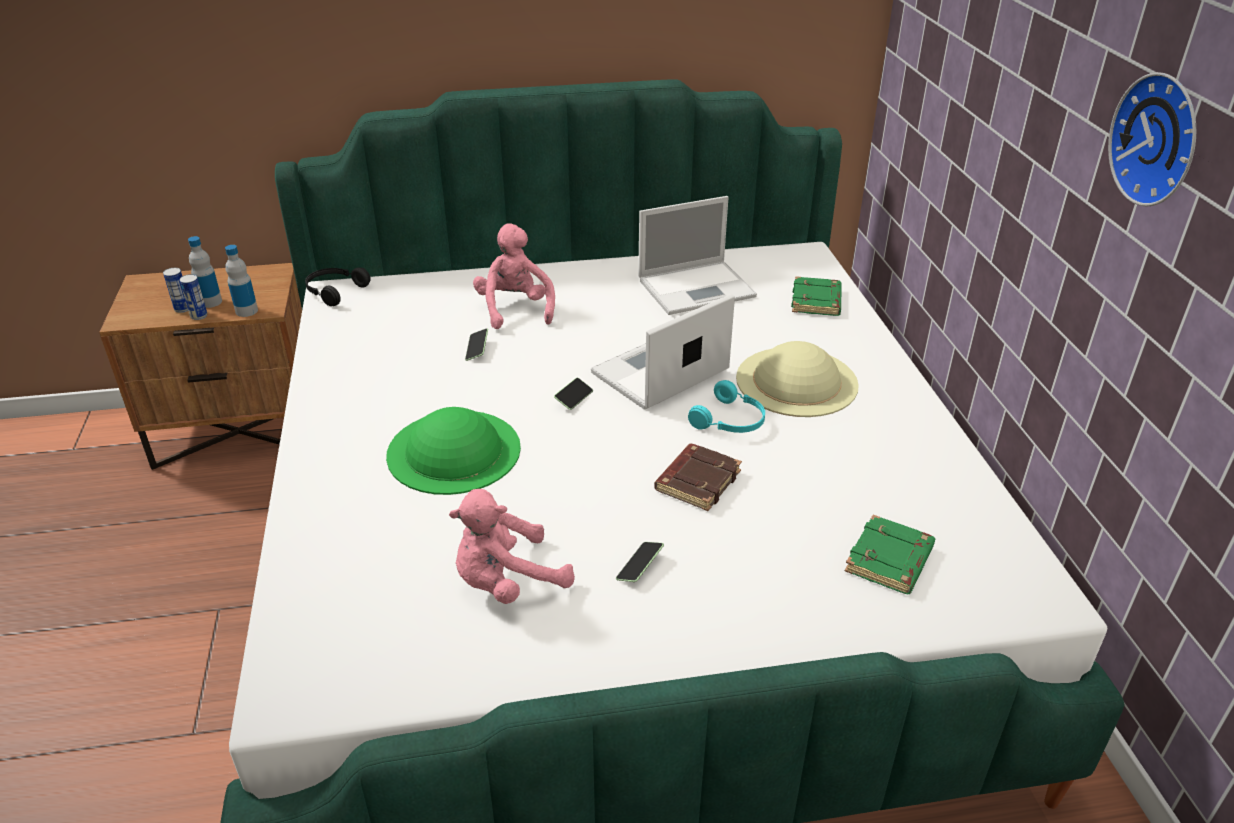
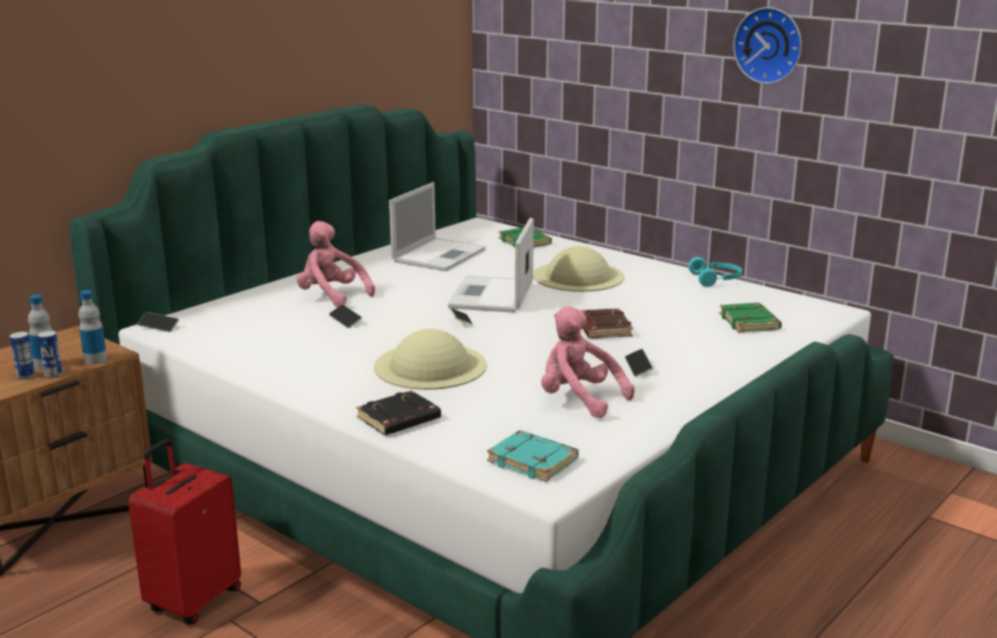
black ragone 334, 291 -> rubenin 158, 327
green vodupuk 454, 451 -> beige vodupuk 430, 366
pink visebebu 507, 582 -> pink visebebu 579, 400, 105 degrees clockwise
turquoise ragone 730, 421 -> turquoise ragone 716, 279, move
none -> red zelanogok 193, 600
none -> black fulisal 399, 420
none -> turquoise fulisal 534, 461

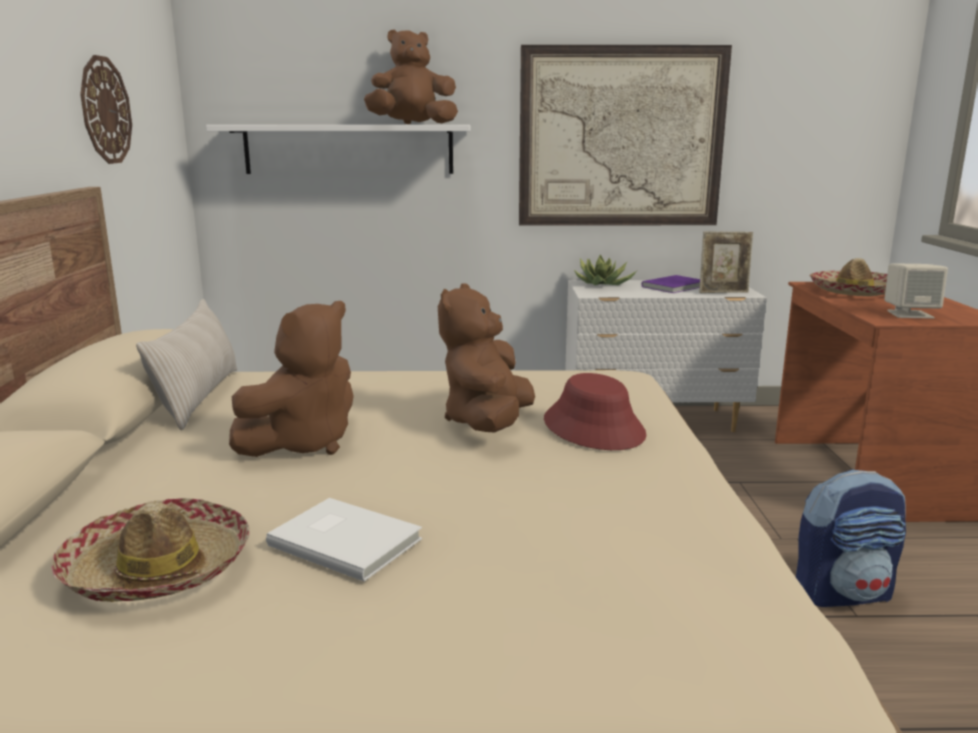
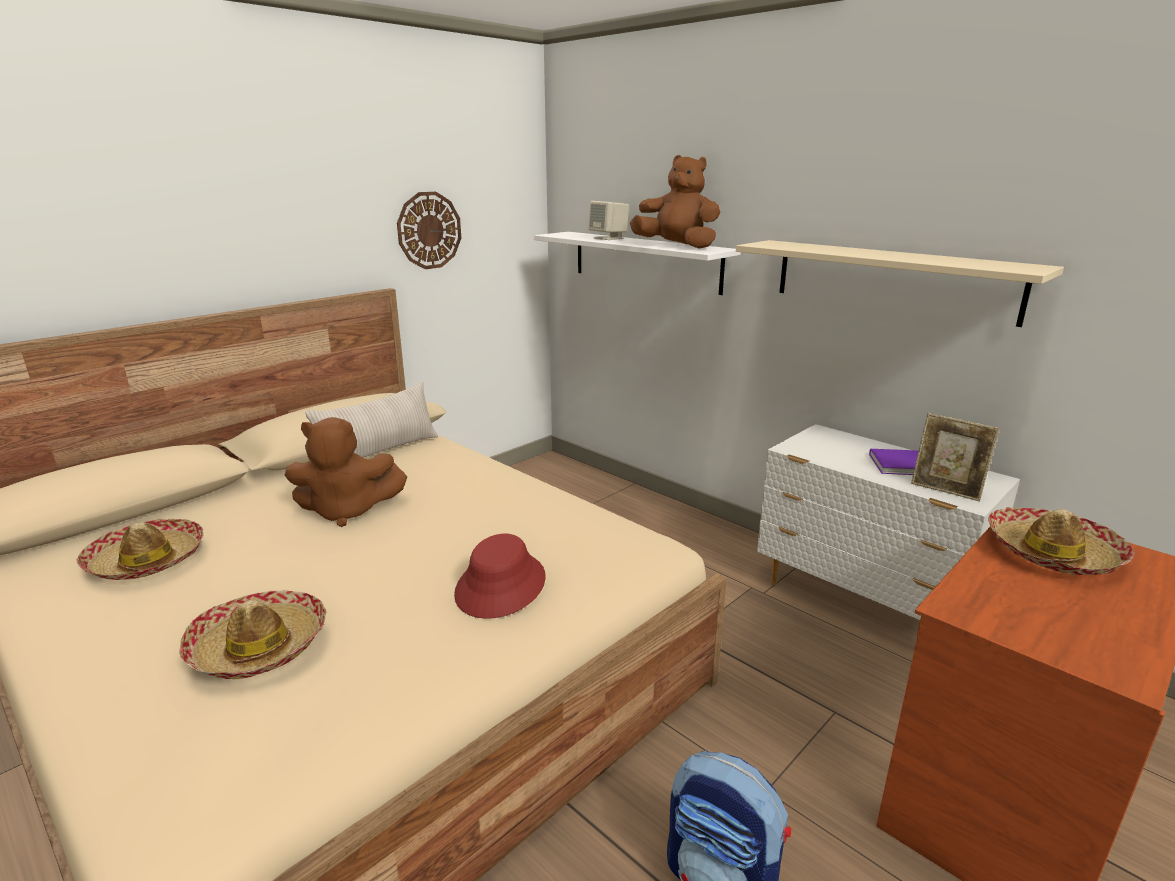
white fulisal 346, 540 -> none
brown visebebu 488, 423 -> none
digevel 621, 138 -> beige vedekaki 892, 280
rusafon 602, 284 -> none
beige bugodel 910, 314 -> beige bugodel 609, 238, move
none -> vodupuk 259, 646

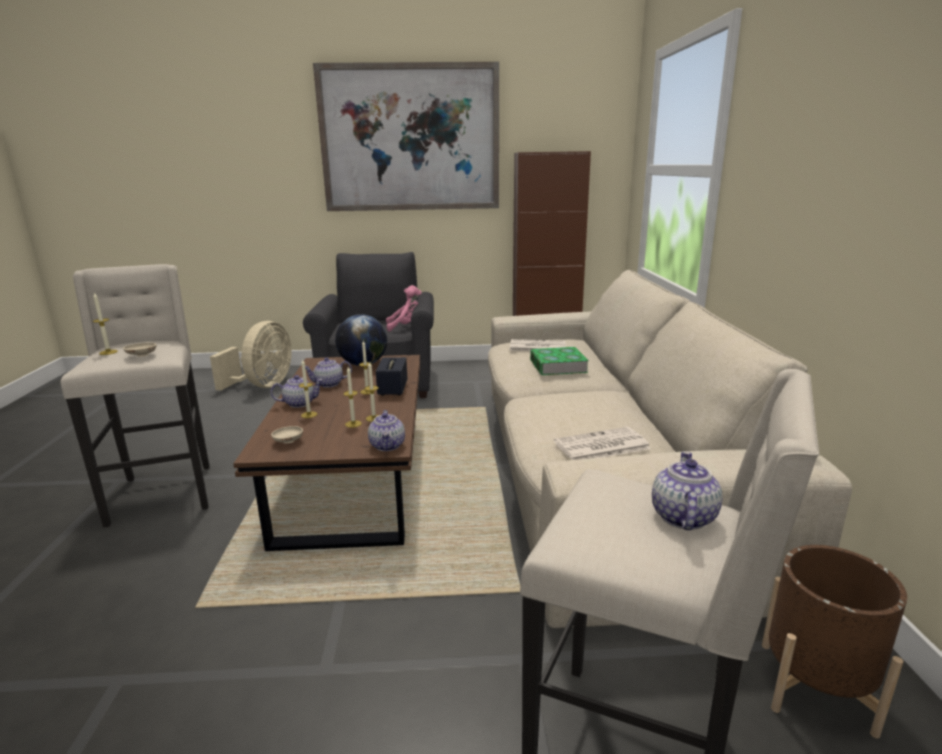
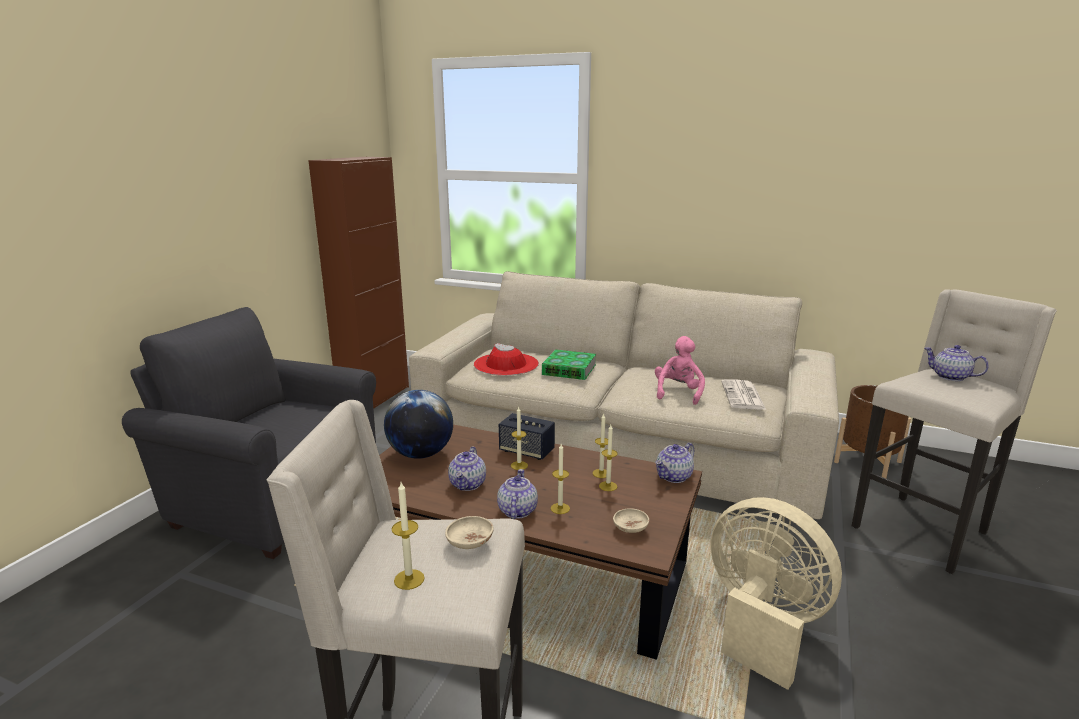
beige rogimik 263, 386 -> beige rogimik 762, 624, move
digevel 410, 139 -> none
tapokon 388, 446 -> tapokon 674, 477, 120 degrees clockwise
pink visebebu 406, 327 -> pink visebebu 678, 393, move
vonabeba 536, 347 -> red vodupuk 506, 364

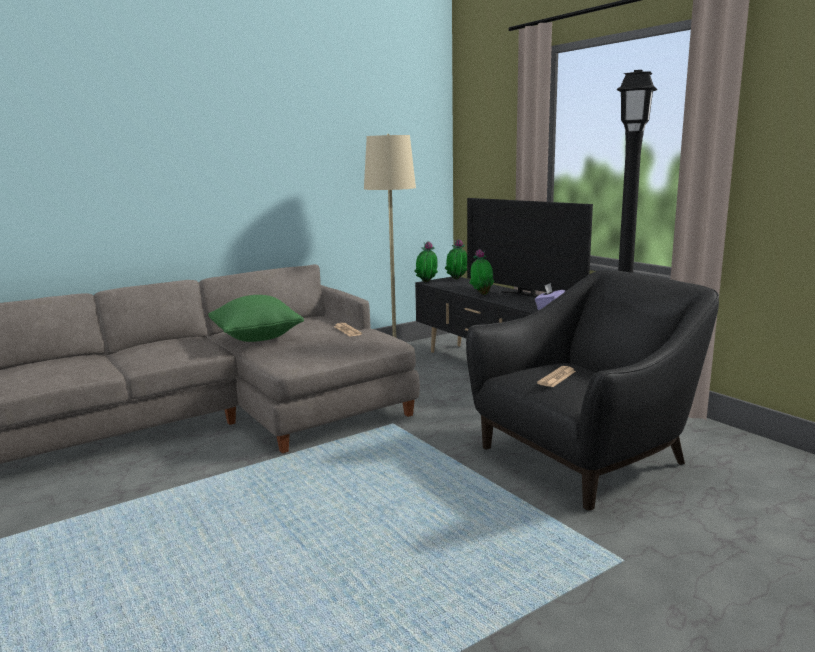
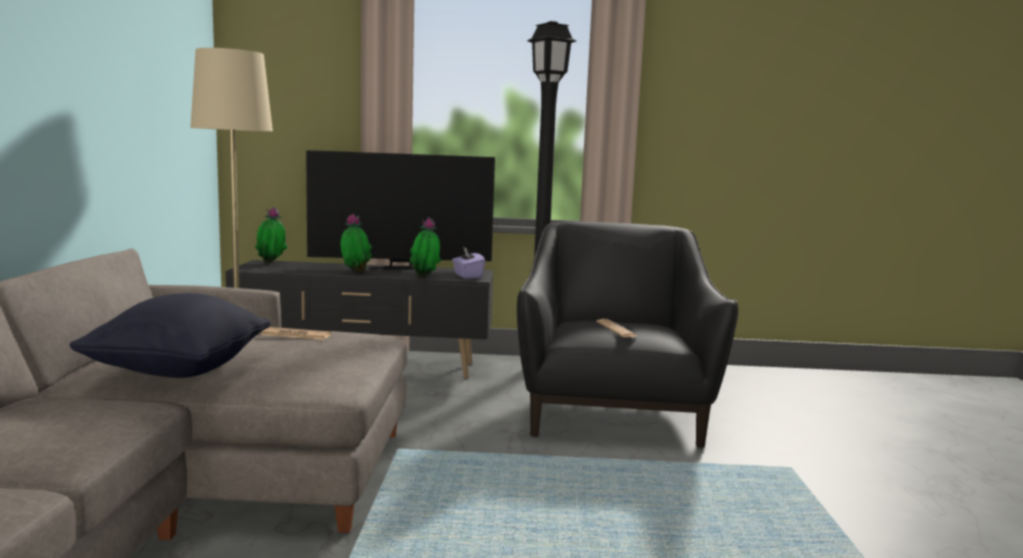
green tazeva 256, 338 -> black tazeva 179, 371
rusafon 426, 282 -> rusafon 425, 277, move

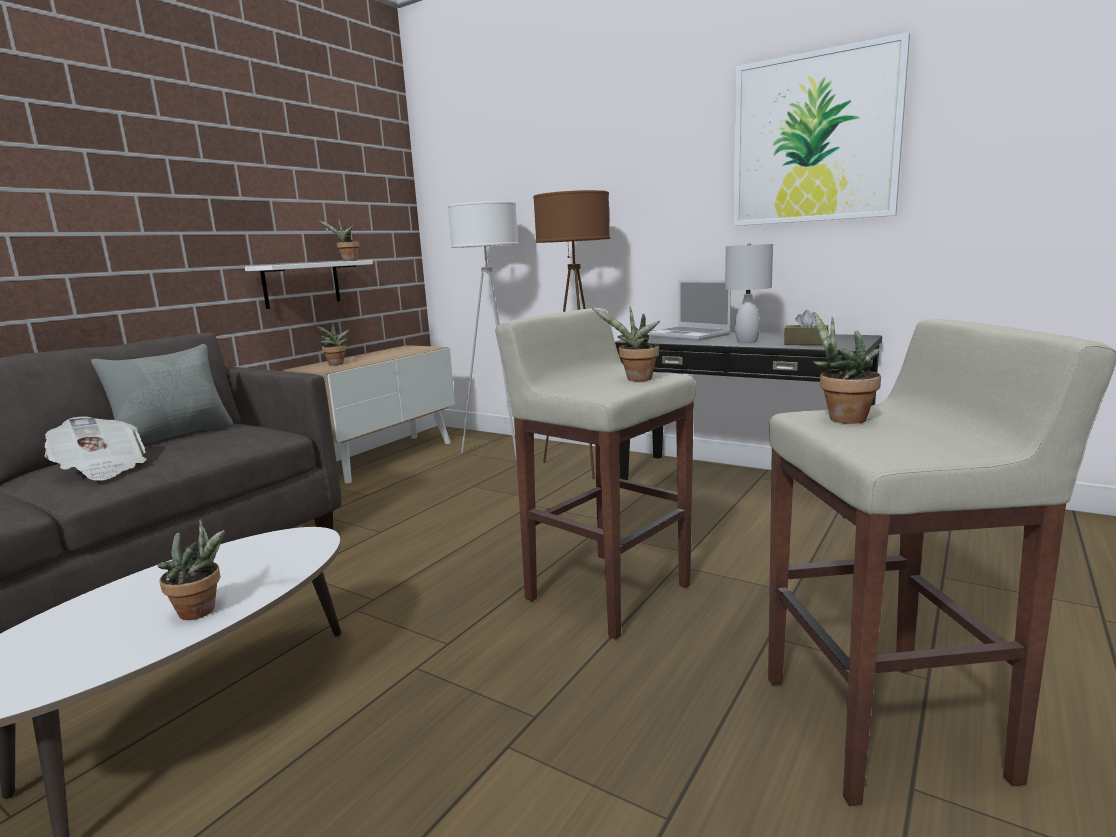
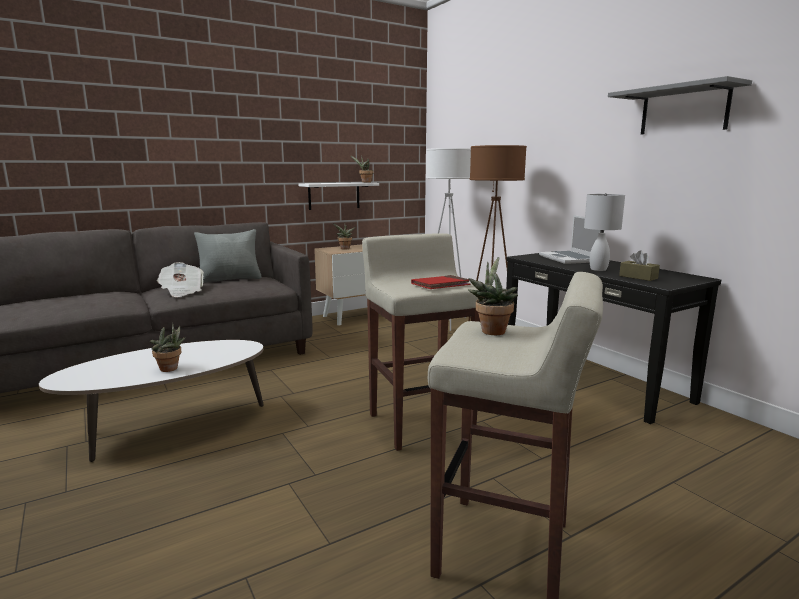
rusafon 636, 379 -> red fulisal 440, 285
digevel 814, 139 -> grey vedekaki 684, 110

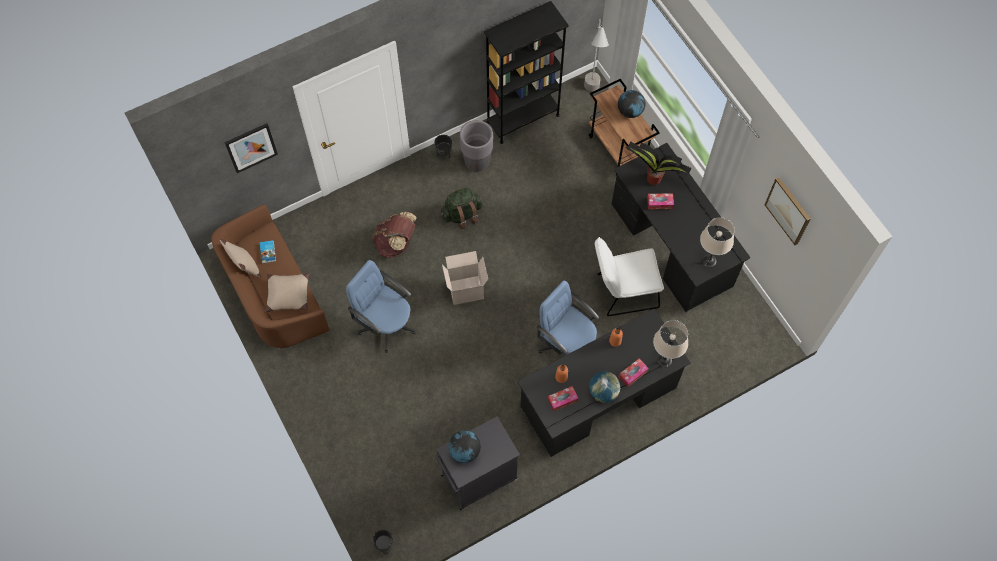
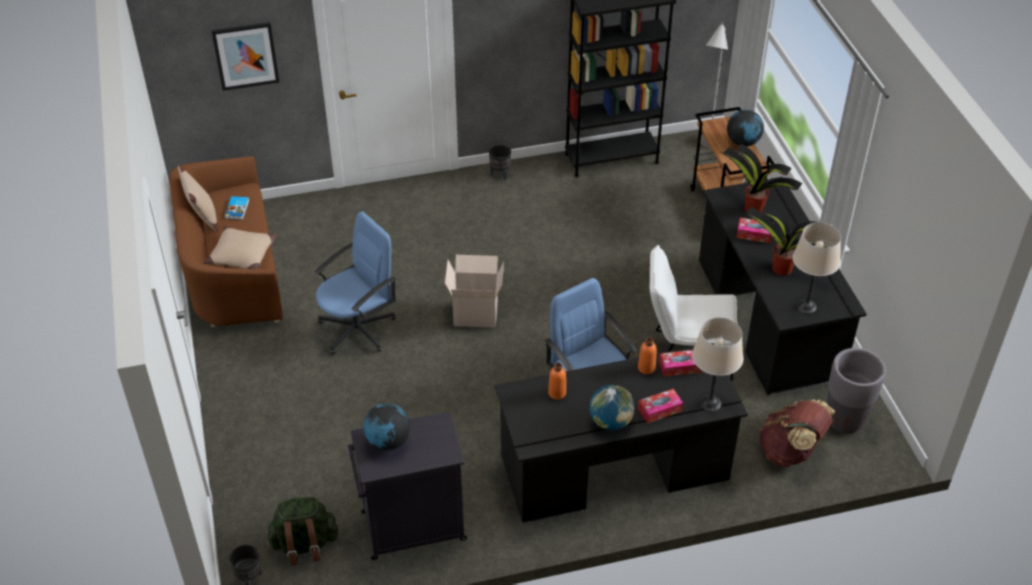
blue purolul 386, 324 -> blue purolul 358, 329, 90 degrees clockwise
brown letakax 396, 243 -> brown letakax 790, 452, move
green letakax 462, 215 -> green letakax 304, 544, move
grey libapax 477, 162 -> grey libapax 845, 420, move
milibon 562, 400 -> milibon 679, 367, move
digevel 788, 210 -> none
none -> rusafon 783, 269

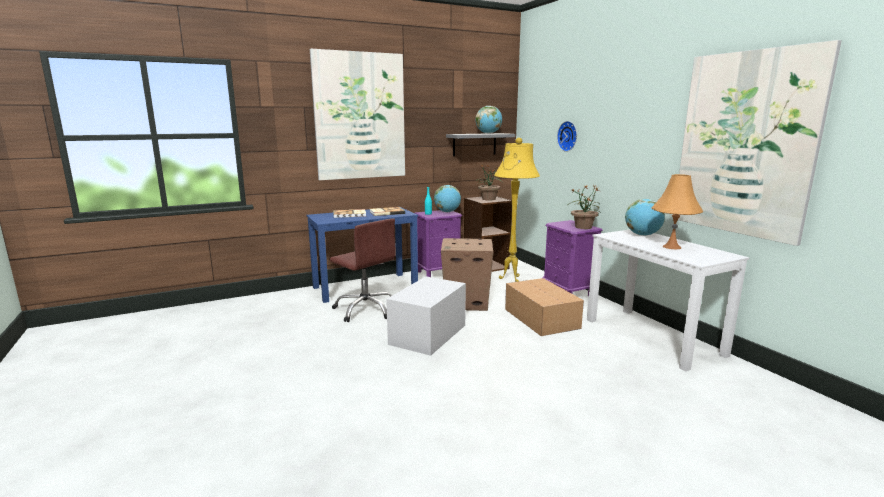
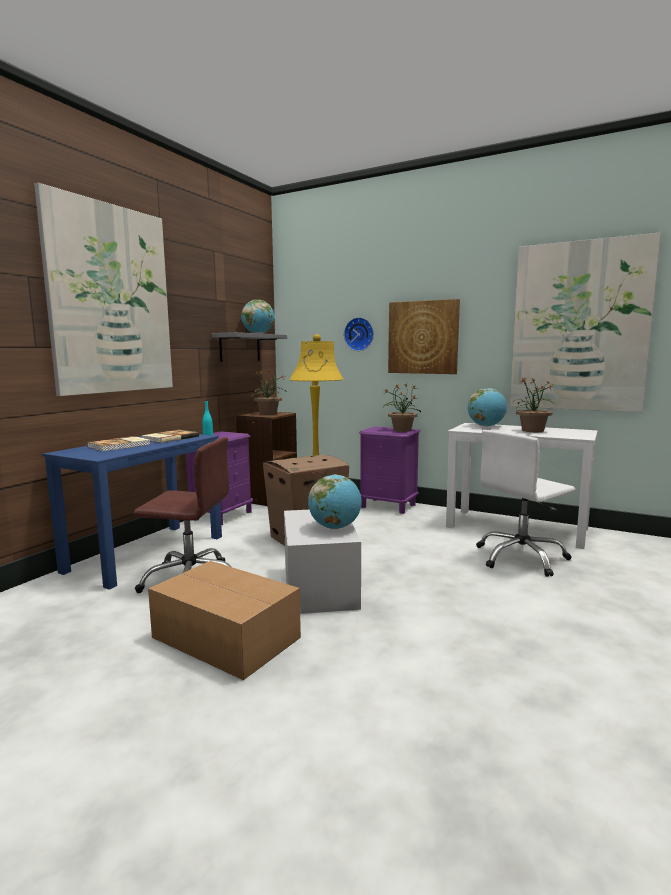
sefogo 447, 212 -> sefogo 335, 527, move
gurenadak 541, 318 -> gurenadak 225, 636, move
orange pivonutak 672, 247 -> rusafon 532, 431
none -> digevel 423, 337
none -> white purolul 521, 558

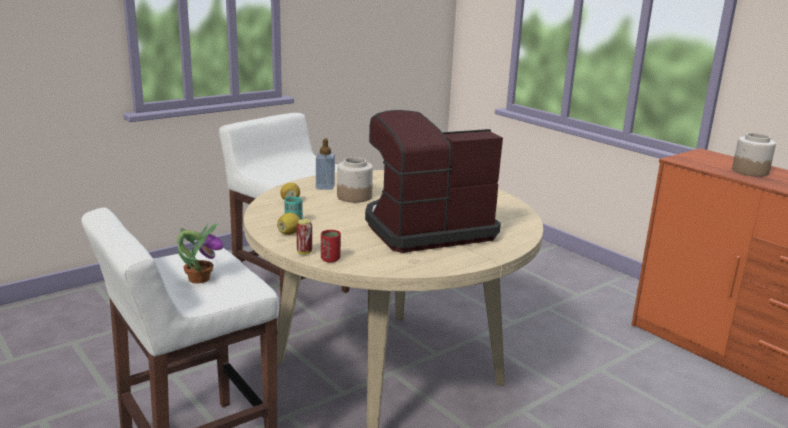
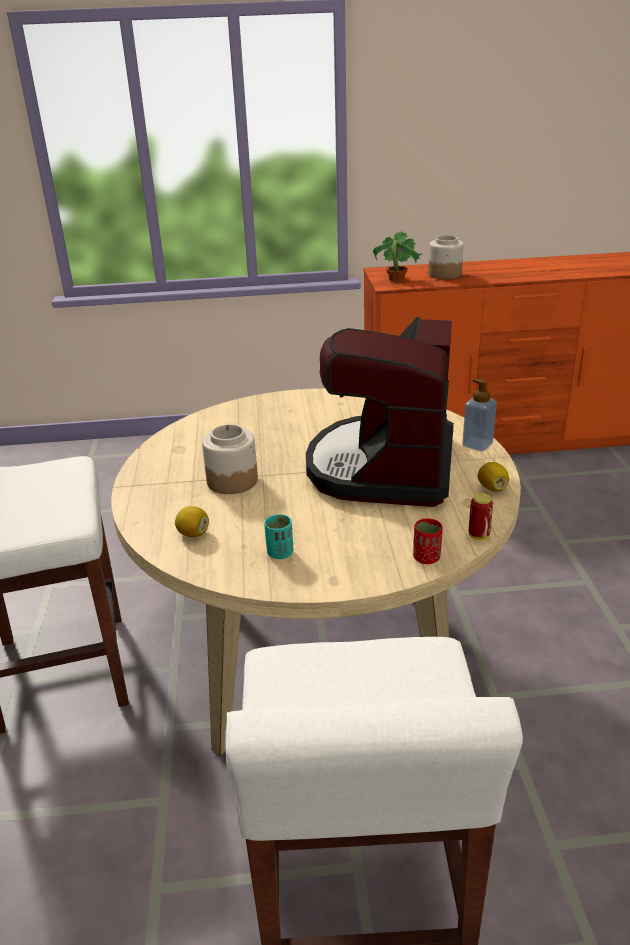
rusafon 199, 278 -> rusafon 396, 279, move
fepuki 289, 233 -> fepuki 492, 488, move
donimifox 304, 252 -> donimifox 478, 536, move
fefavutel 325, 187 -> fefavutel 477, 444, move

